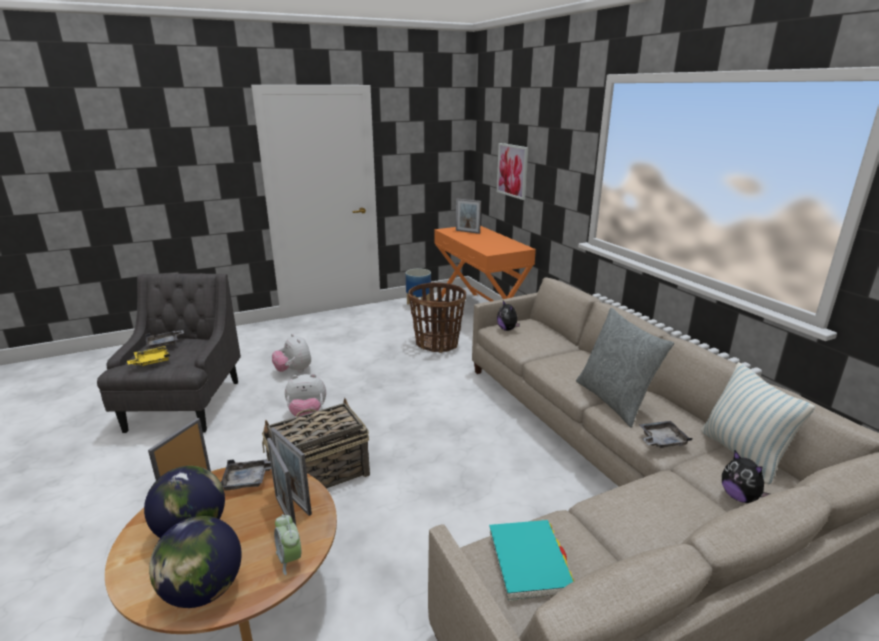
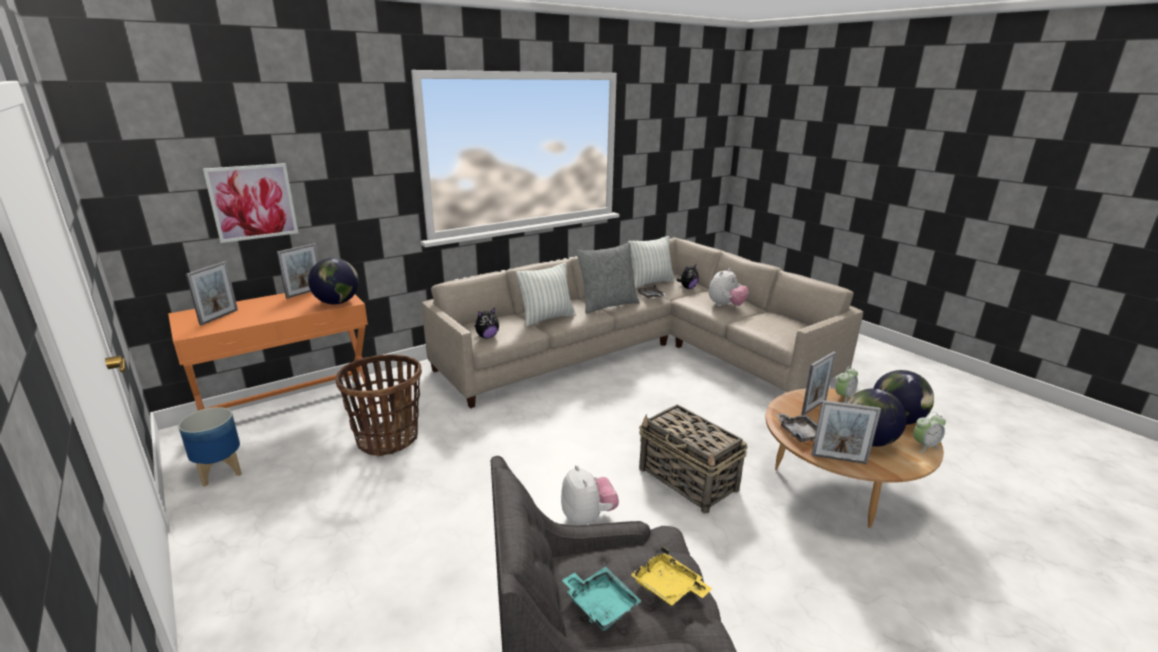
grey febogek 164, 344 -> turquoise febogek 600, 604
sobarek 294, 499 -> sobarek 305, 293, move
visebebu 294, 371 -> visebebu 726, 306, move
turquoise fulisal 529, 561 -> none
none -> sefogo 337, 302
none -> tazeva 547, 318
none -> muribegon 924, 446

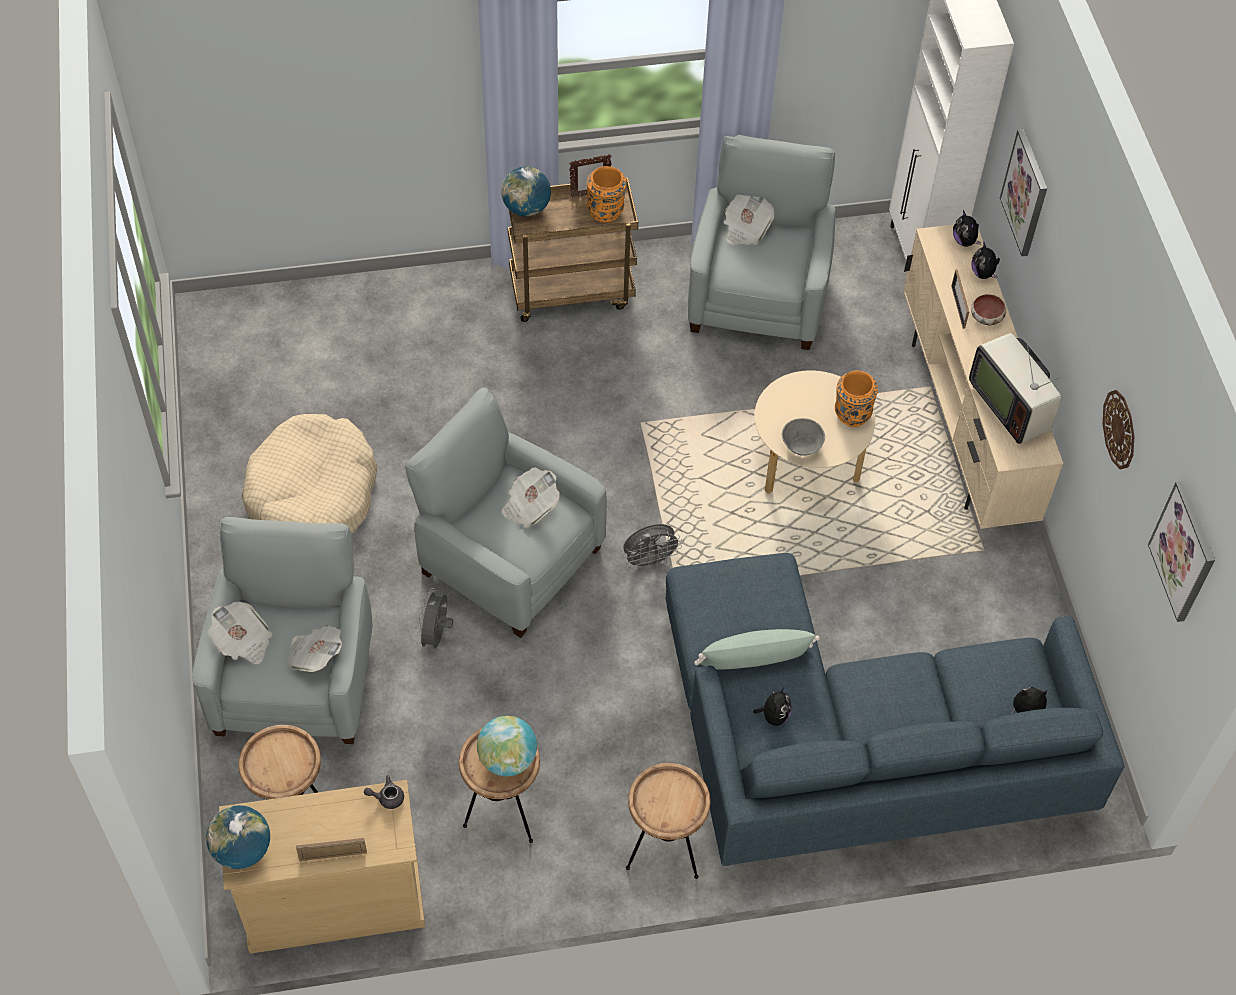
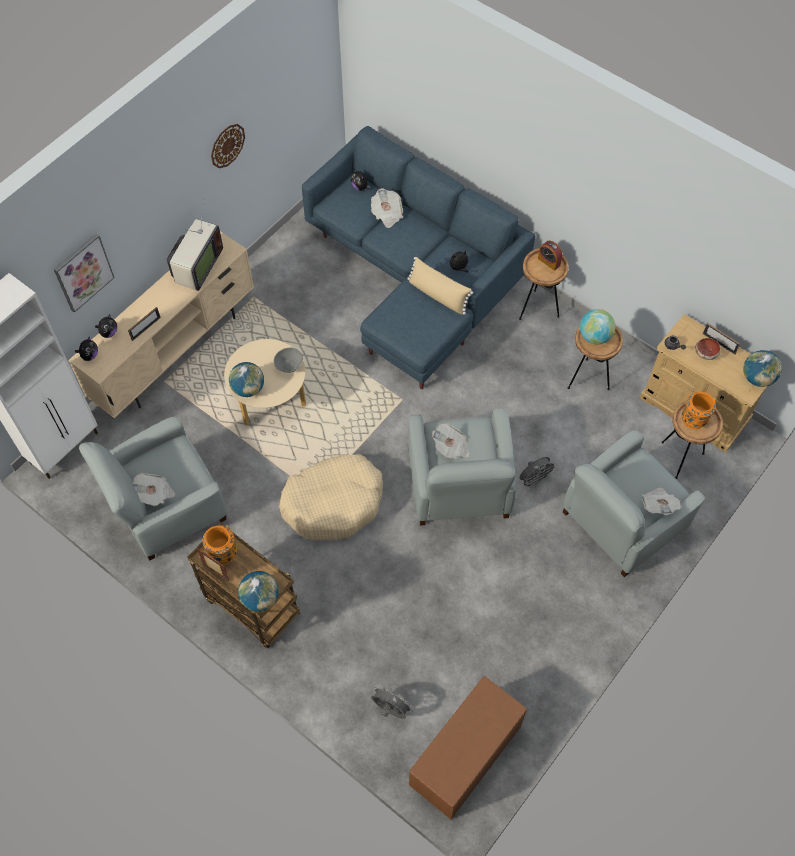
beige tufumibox 312, 496 -> beige tufumibox 333, 503, move
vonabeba 315, 656 -> vonabeba 387, 214, move
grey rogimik 649, 561 -> grey rogimik 390, 709, move
green tazeva 753, 659 -> beige tazeva 438, 295
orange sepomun 852, 414 -> orange sepomun 694, 419, move
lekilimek 986, 318 -> lekilimek 706, 353, move
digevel 1183, 551 -> none
none -> sefogo 248, 388
none -> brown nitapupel 465, 757
none -> muribegon 549, 261

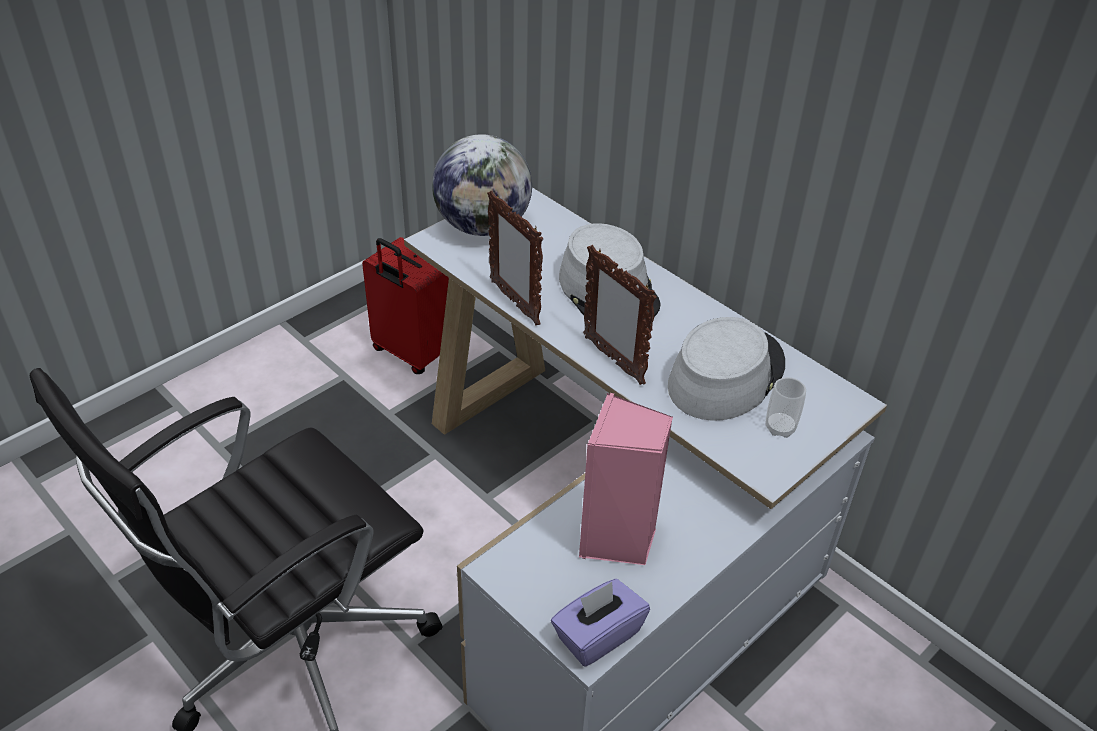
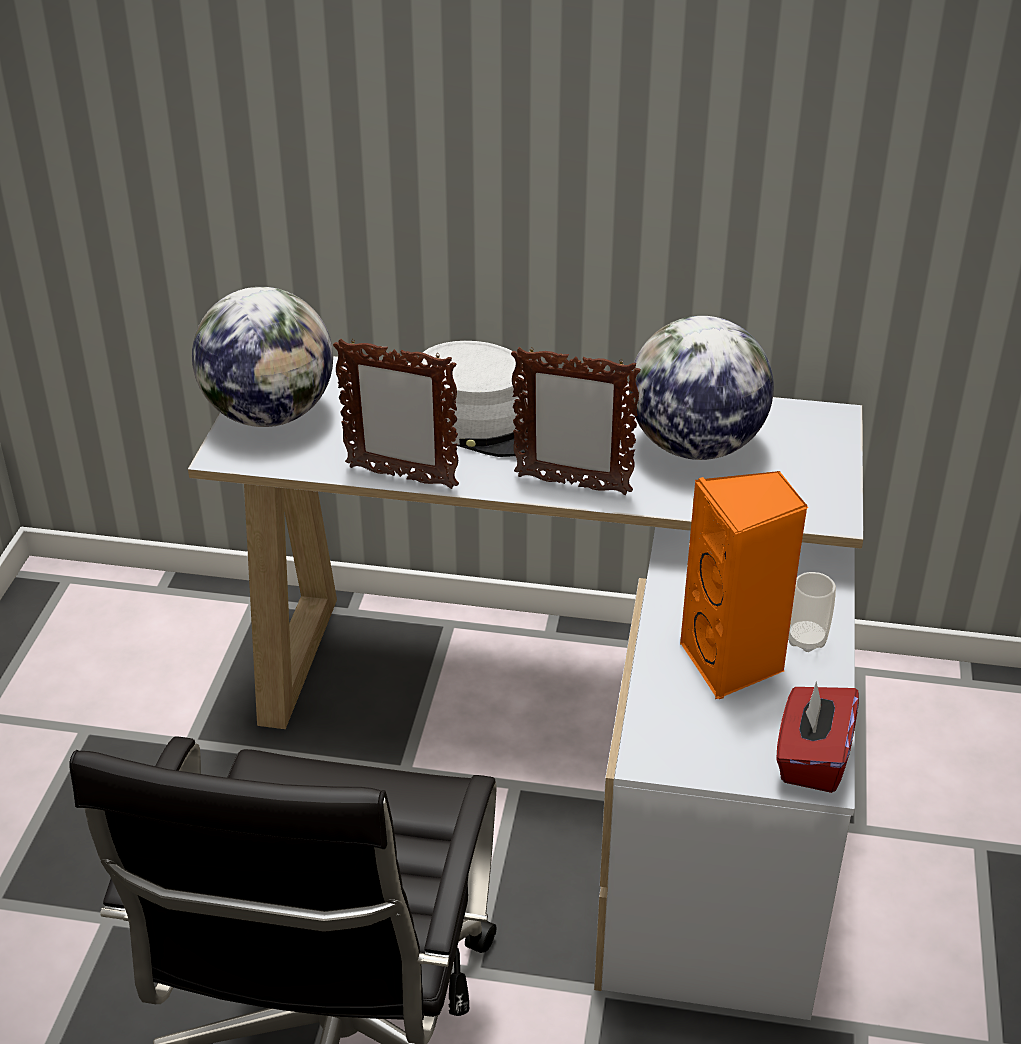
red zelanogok 411, 353 -> none
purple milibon 597, 635 -> red milibon 812, 758
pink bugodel 617, 540 -> orange bugodel 734, 663
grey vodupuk 725, 375 -> sefogo 695, 447
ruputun 780, 428 -> ruputun 806, 640, move

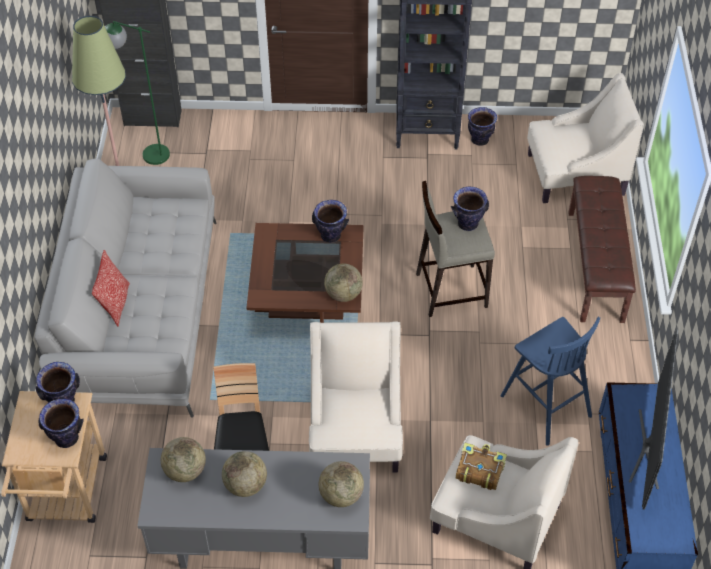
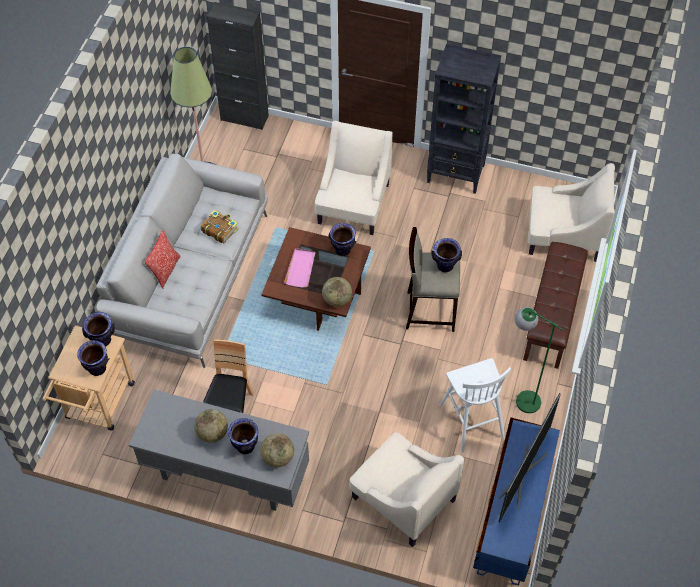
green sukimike 147, 152 -> green sukimike 520, 397, move
sefogo 185, 471 -> none
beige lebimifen 355, 431 -> beige lebimifen 353, 204, move
fulisal 479, 470 -> fulisal 219, 229, move
sepomun 479, 140 -> sepomun 245, 446, move
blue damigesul 544, 405 -> white damigesul 471, 420
none -> pink febogek 300, 269

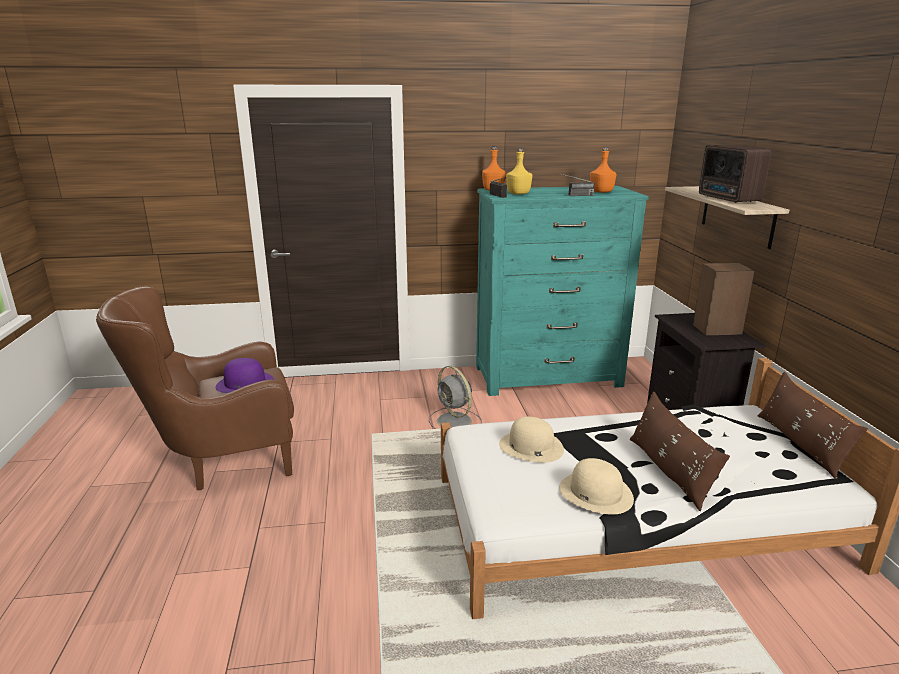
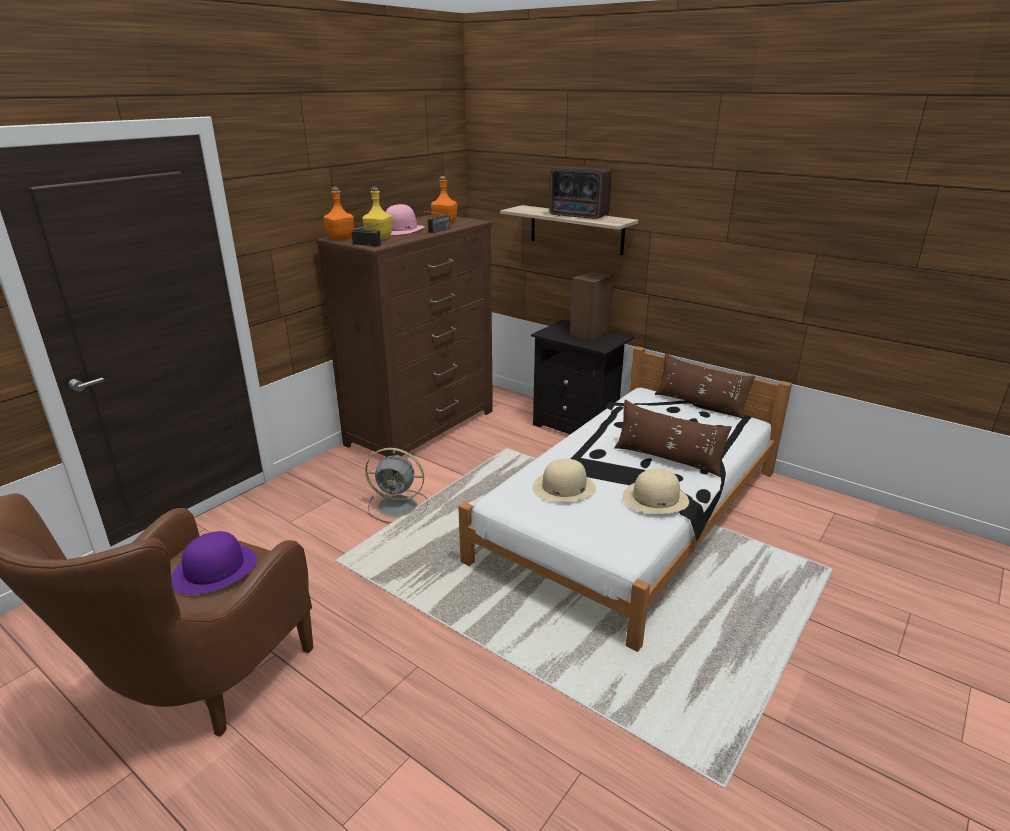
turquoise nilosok 548, 377 -> brown nilosok 422, 427
none -> pink vodupuk 400, 229

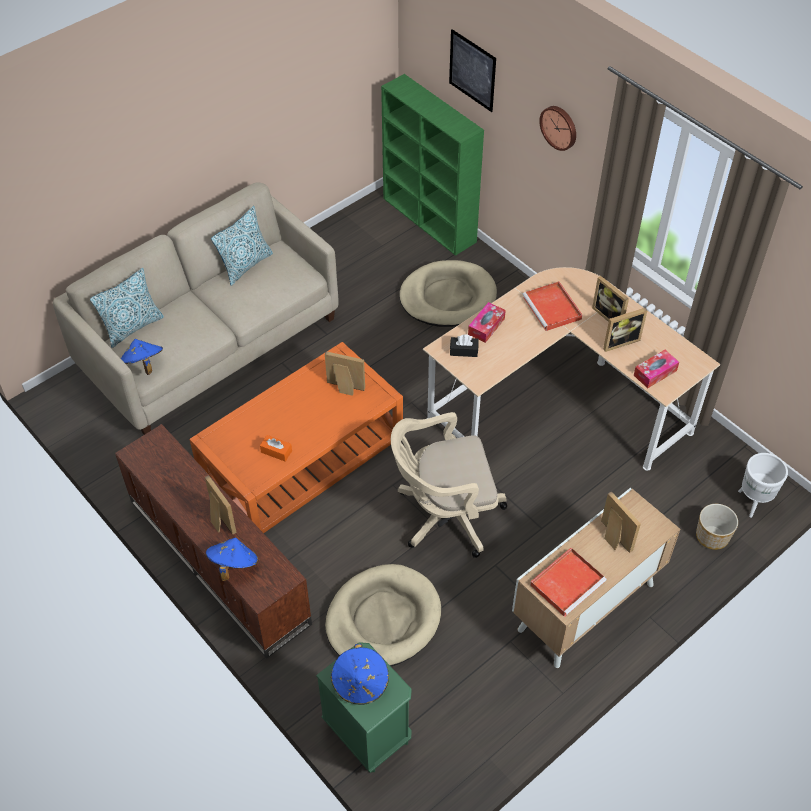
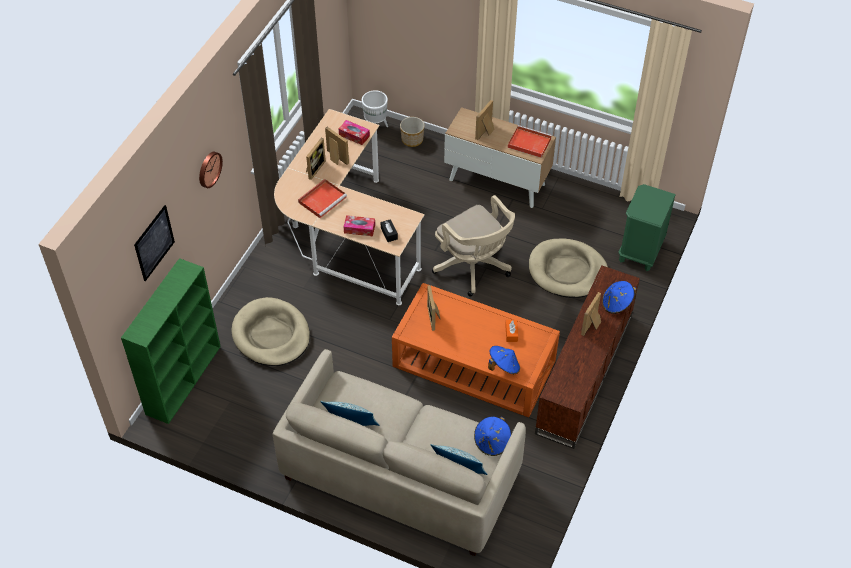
blue vodupuk 360, 683 -> blue vodupuk 503, 366, move

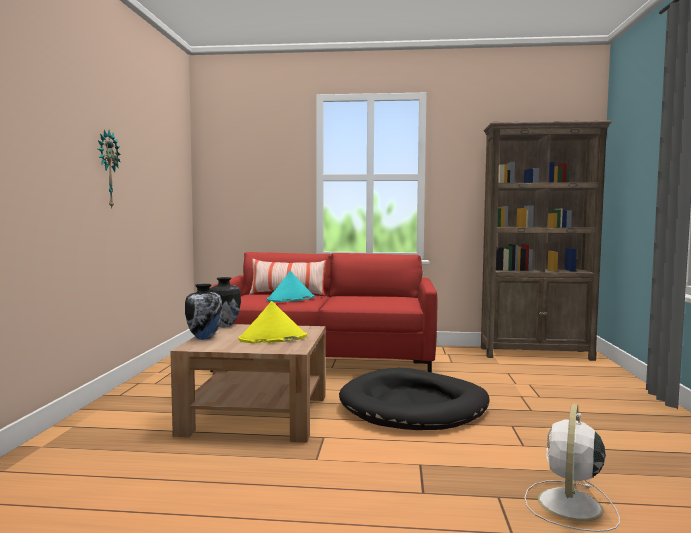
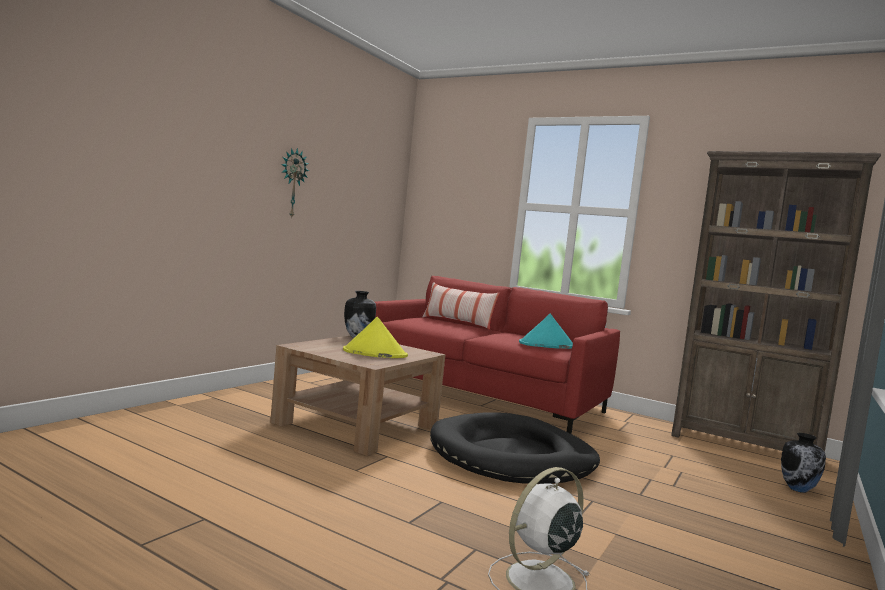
sepomun 204, 337 -> sepomun 798, 489, move
turquoise vodupuk 291, 299 -> turquoise vodupuk 546, 345, move

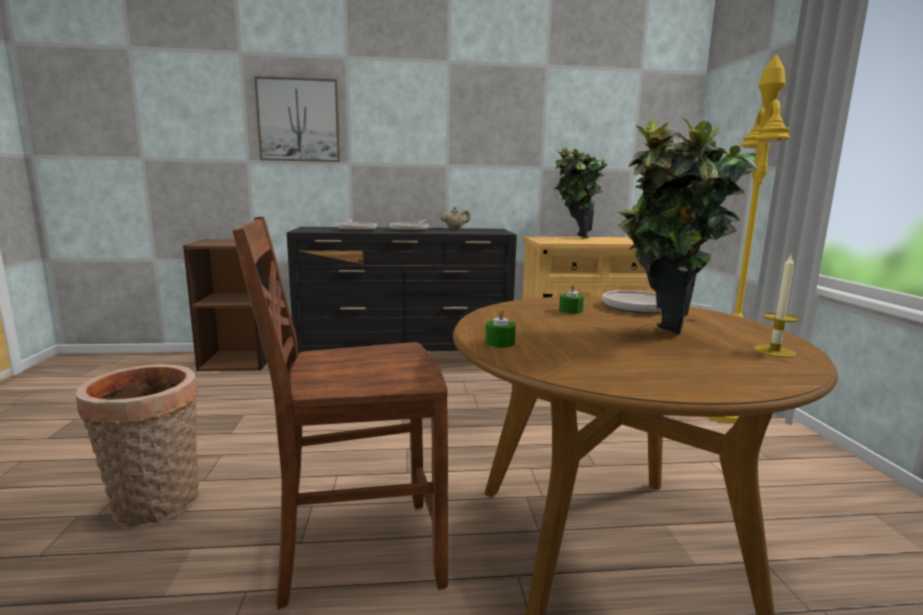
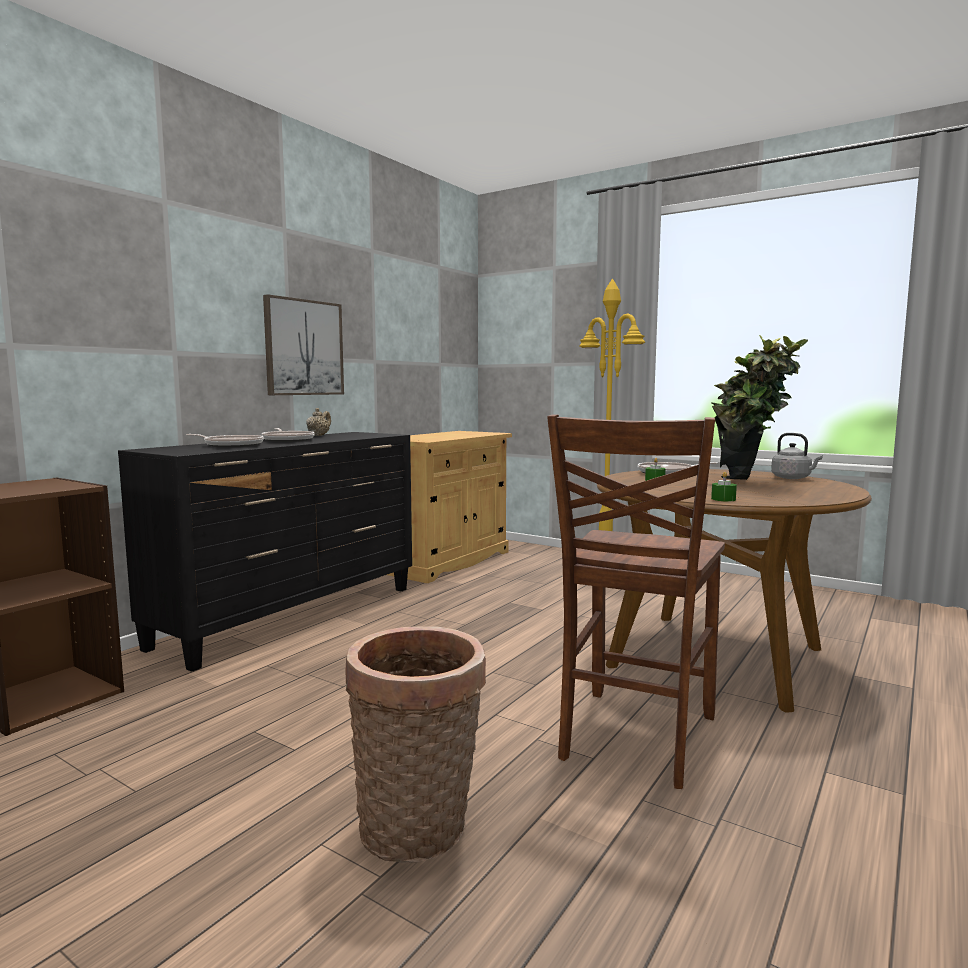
digevel 299, 120 -> digevel 303, 347, move
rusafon 574, 238 -> none
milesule 774, 351 -> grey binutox 793, 478

